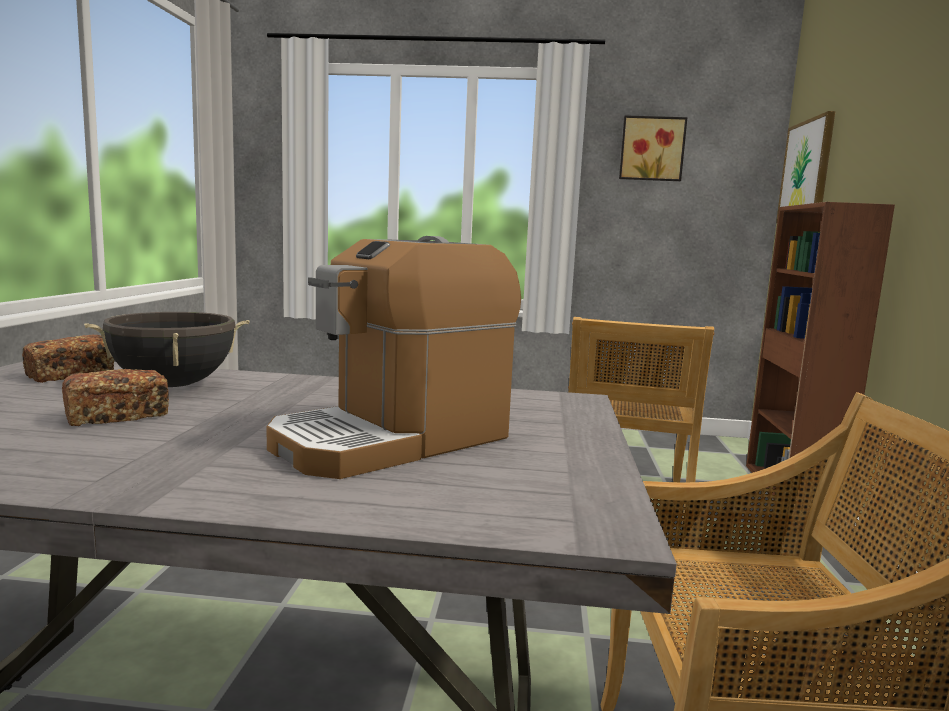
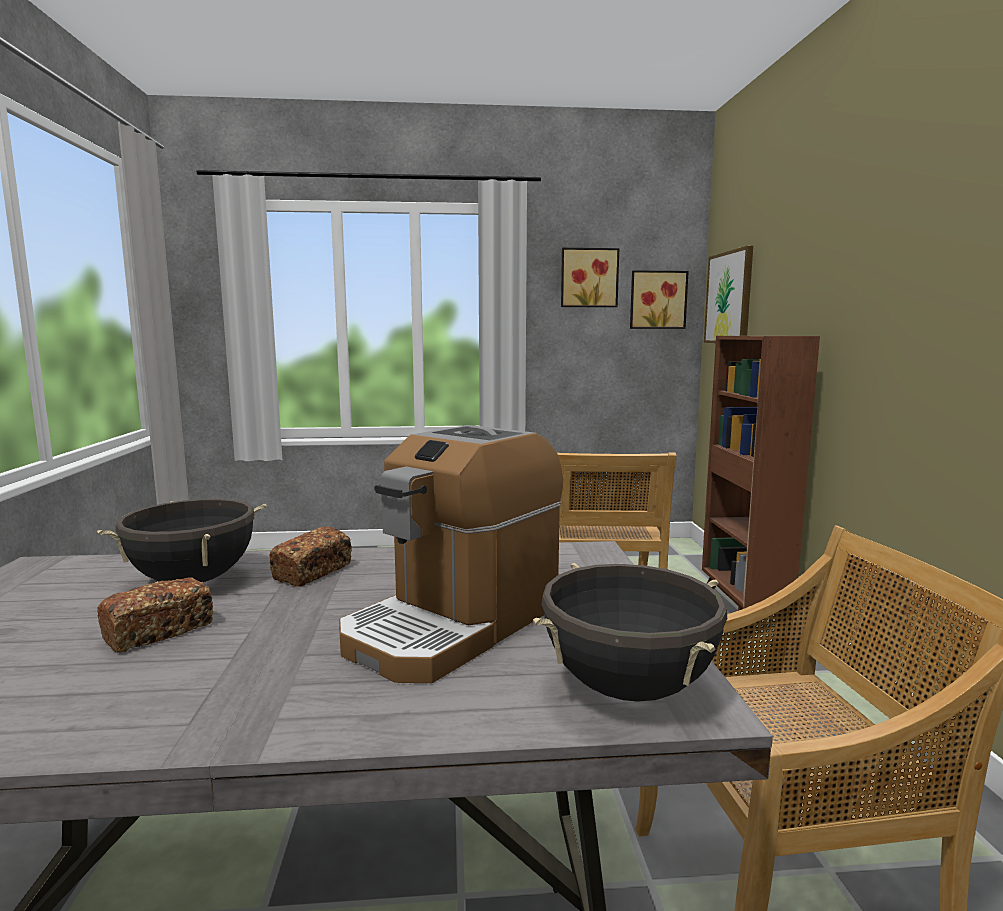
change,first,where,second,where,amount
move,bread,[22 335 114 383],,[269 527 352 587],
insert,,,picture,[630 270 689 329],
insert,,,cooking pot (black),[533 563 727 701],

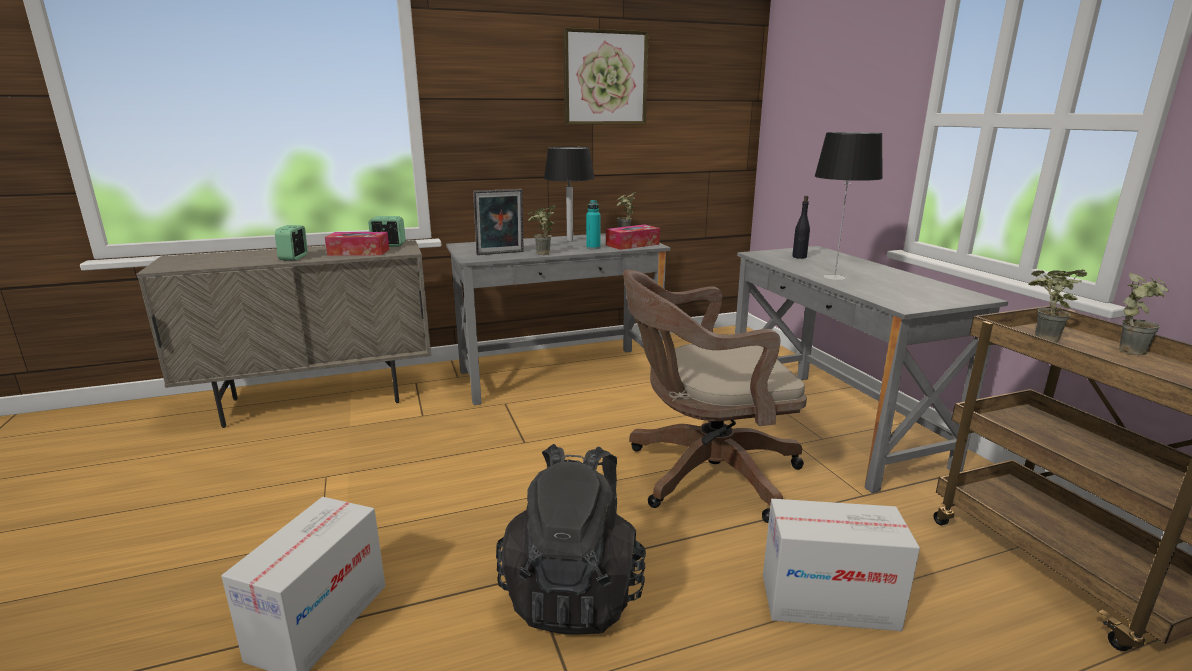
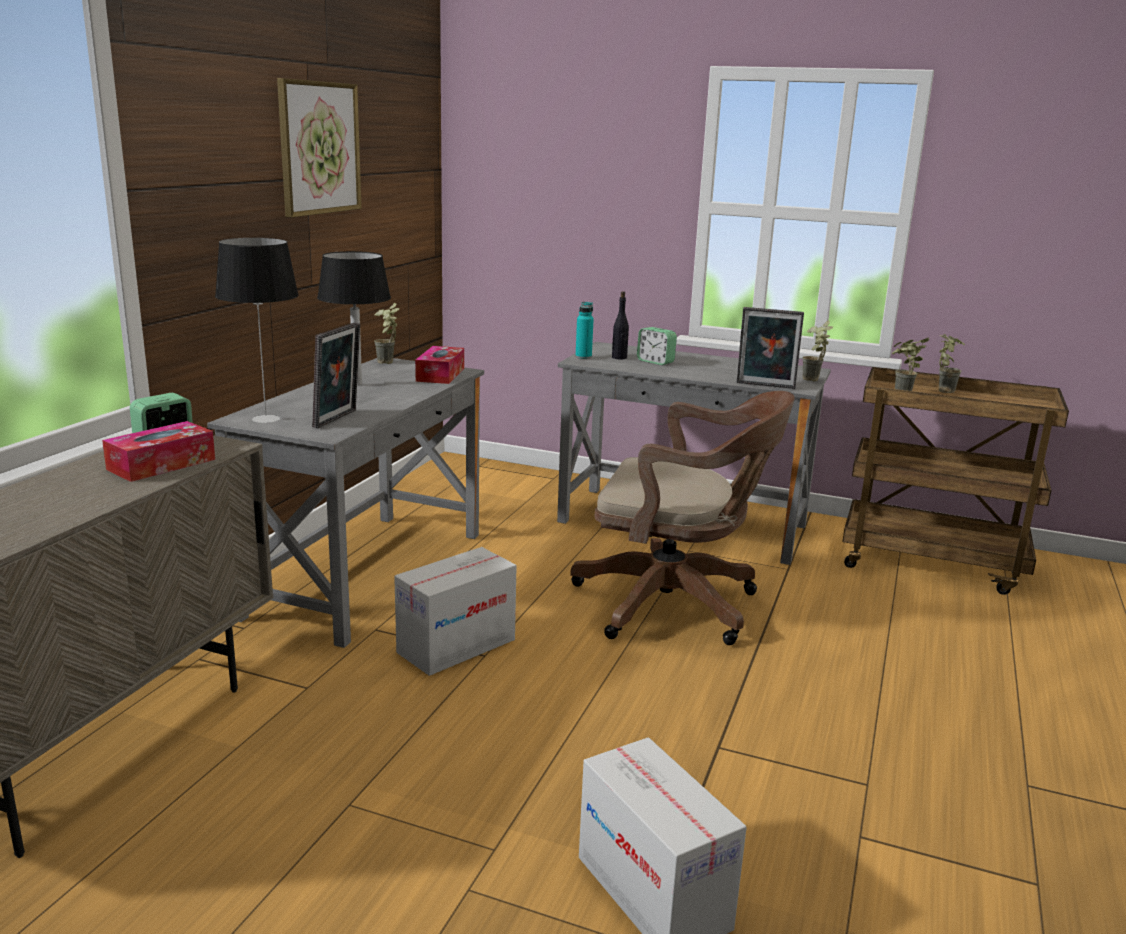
change,first,where,second,where,amount
move,table lamp,[815 132 883 280],,[215 238 299 423],
move,bottle (turquoise),[586 200 600 249],,[575 302 594 359],
move,potted plant,[528 205 556 255],,[802 321 833 381],
move,alarm clock,[275 225 308 261],,[637 327 677 365],
rotate,office chair (brown),[623 270 807 523],,[570 391 795 645],105 degrees counterclockwise
delete,backpack (black),[496 444 646 635],,,
move,cardboard box,[763 499 920 631],,[394 547 517 676],
insert,,,picture frame,[737 307 804 389],

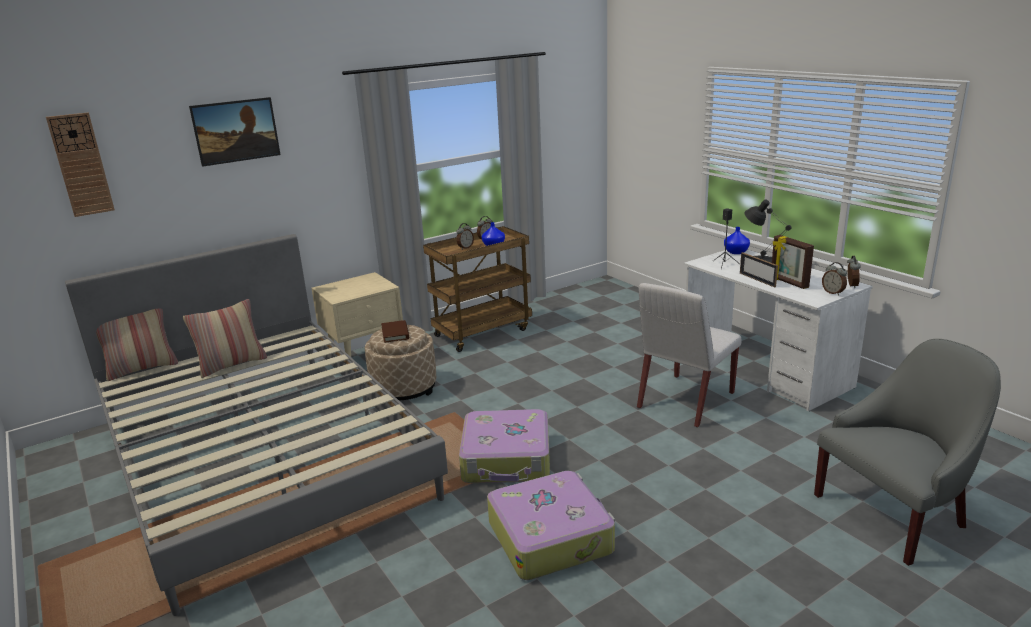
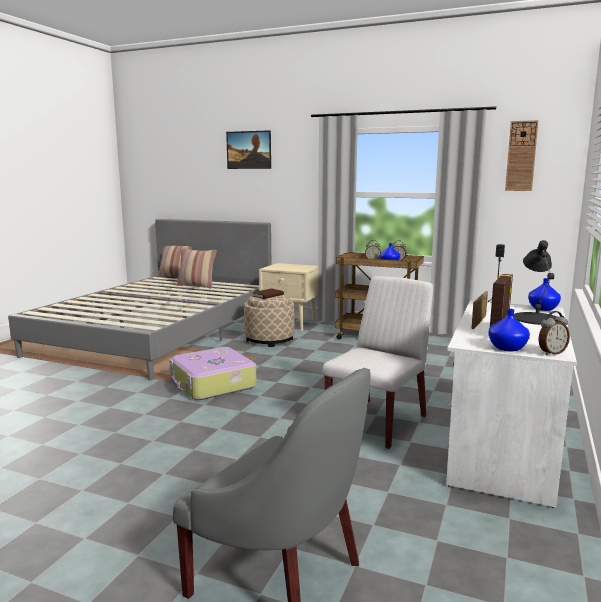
change,first,where,second,where,amount
move,wall clock,[46 112 115 217],,[505 120 539 191],
replace,alarm clock,[822 262 847 296],vase (blue),[489 309 530 351],
rotate,chair (white),[637 283 741 428],,[322 276 433 449],120 degrees clockwise
delete,suitcase,[487 471 615 580],,,

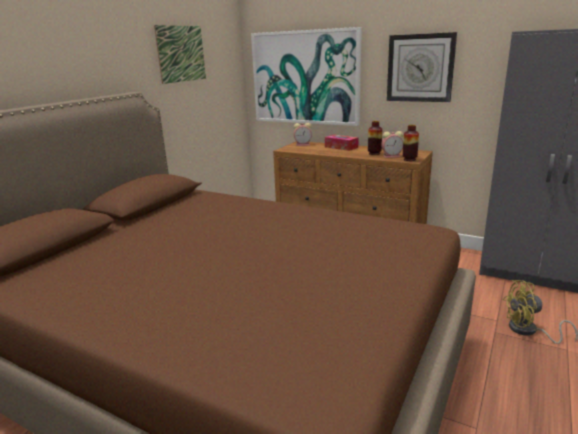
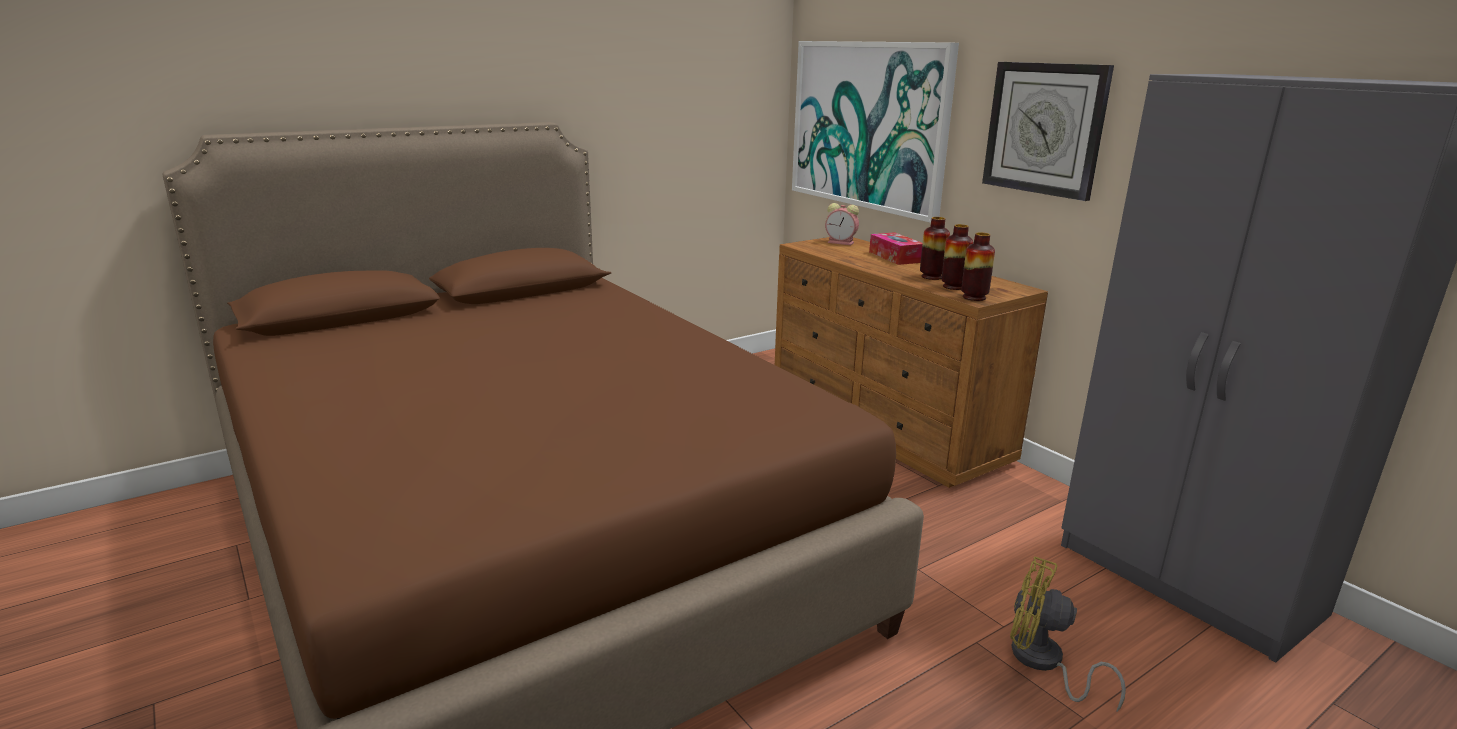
change,first,where,second,where,amount
delete,picture,[154 25 206 84],,,
replace,alarm clock,[381 131 403 158],vase,[942 224 973 290],

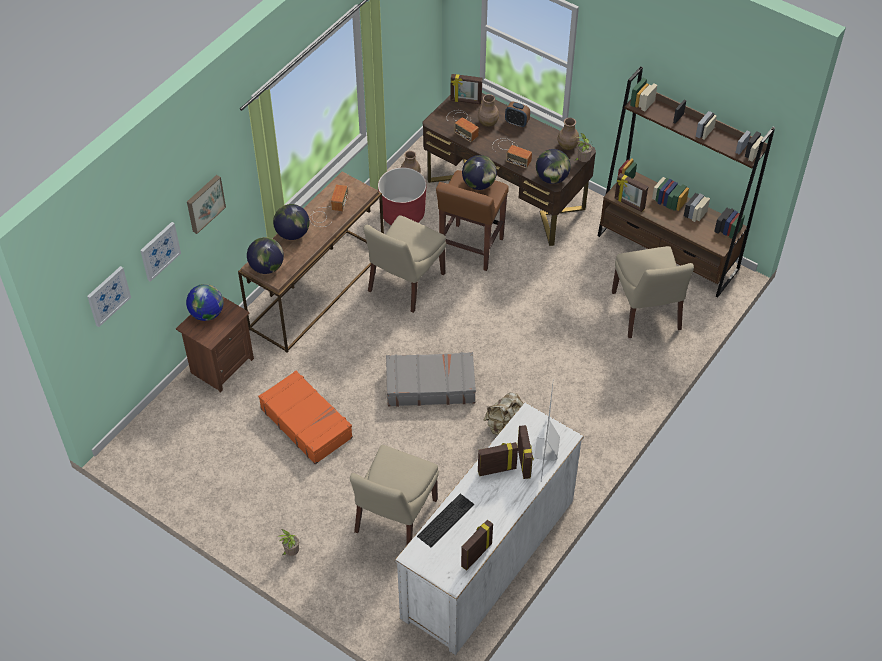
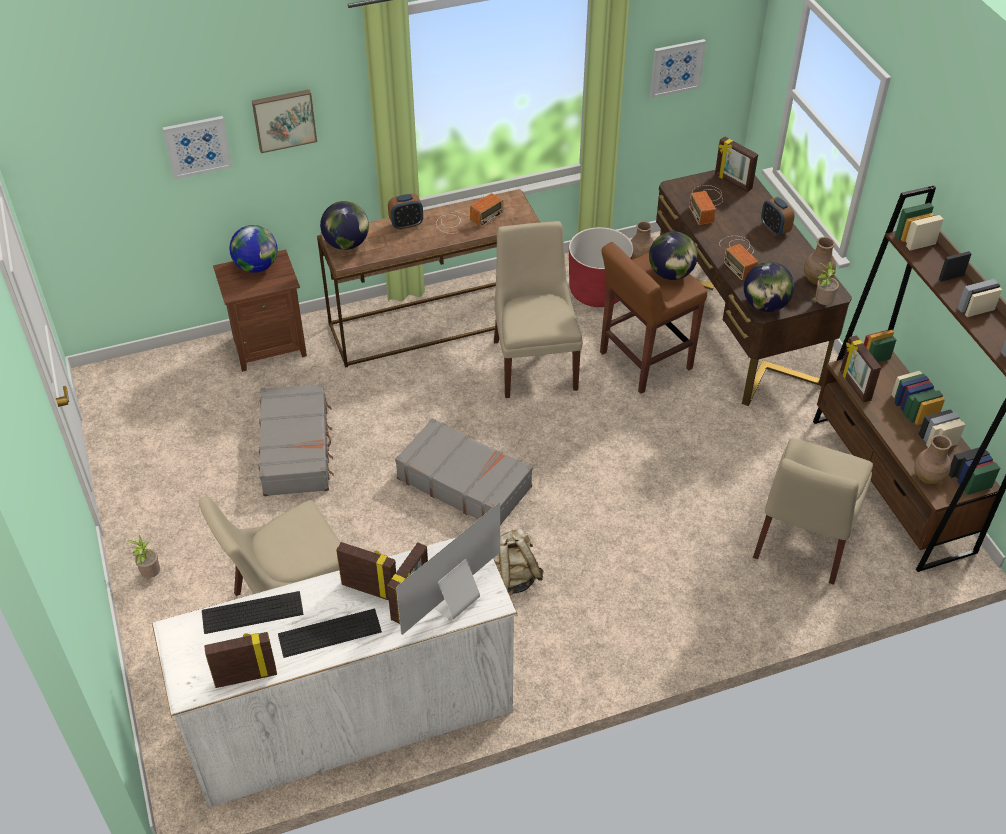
change,first,where,second,where,amount
move,vase (brown),[478 94 499 127],,[914 435 952 485],
replace,globe,[273 204 309 240],alarm clock,[388 194 423 230],
rotate,chair (beige),[363 215 446 313],,[494 221 583 398],105 degrees clockwise
move,picture,[87 266 131 327],,[650 39 706 98],
recolor,suitcase (orange),[258 371 353 464],suitcase (grey),[258 383 334 496],
insert,,,keyboard,[278 609 382 658],

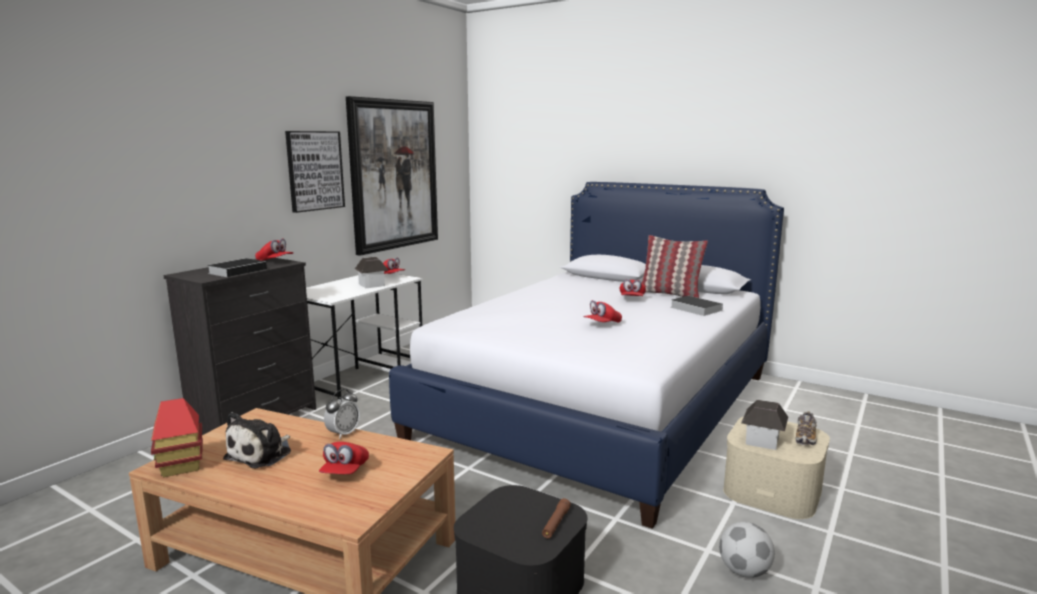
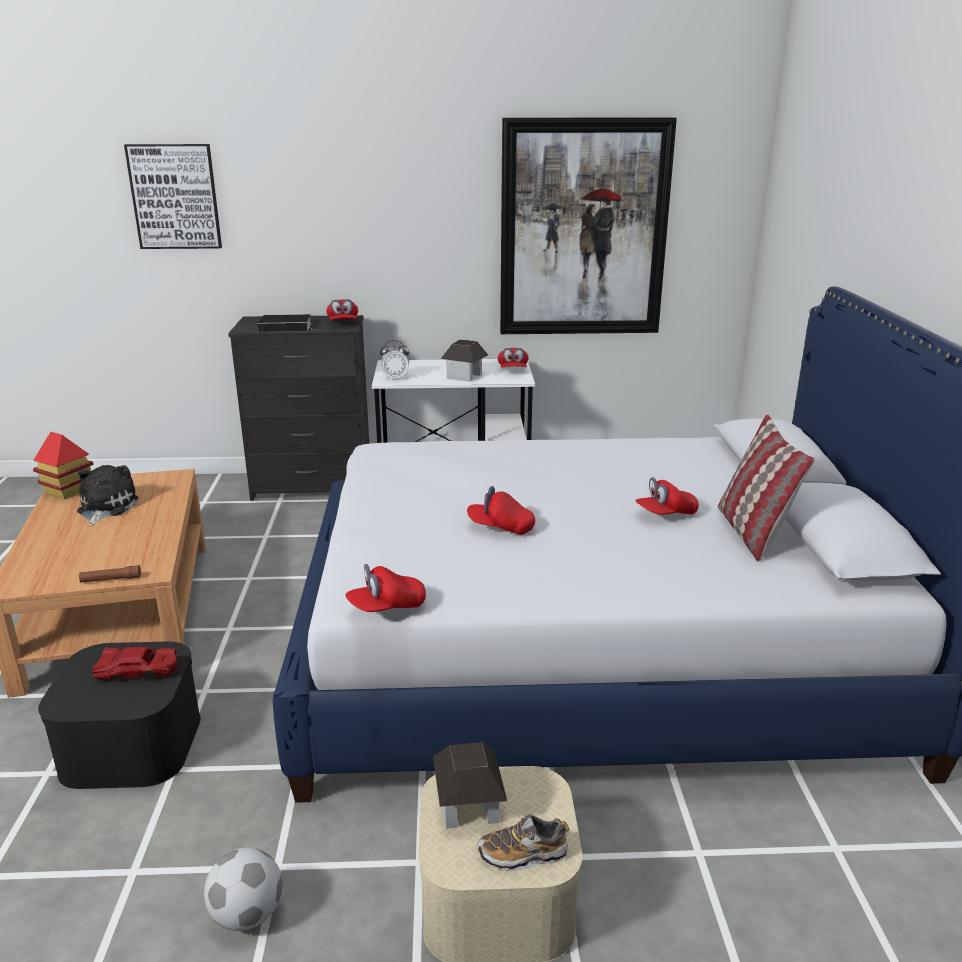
change,first,where,second,where,amount
move,picture,[285 131 345 213],,[124 144 222 249],
delete,book,[671 296 723 316],,,
move,alarm clock,[324 389 360 439],,[380 340 409 380],
rotate,plush toy,[223 412 291 468],,[77 465 139 526],105 degrees clockwise
move,cap (red),[319 442 369 474],,[346 564 426 612],
move,flashlight (brown),[542 498 571 538],,[79 565 141 582],
insert,,,toy car (red),[92 647 177 682],

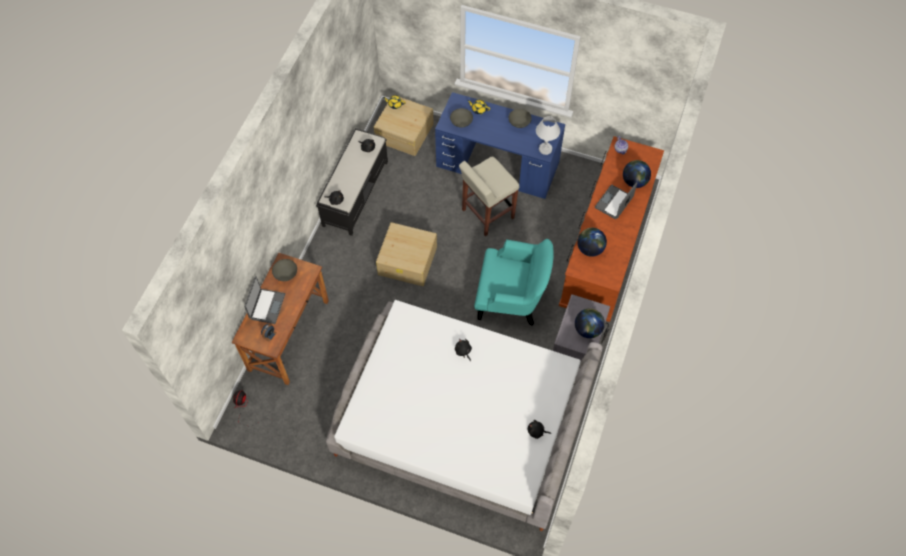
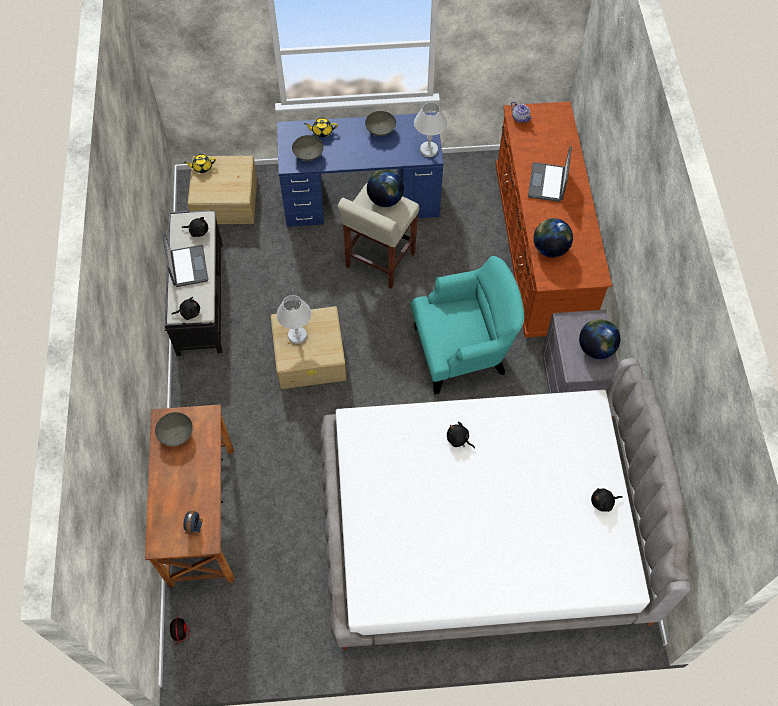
change,first,where,second,where,amount
move,globe,[623 160 651 188],,[367 169 404 207],
move,laptop,[244 276 285 324],,[163 232 208 287],
insert,,,table lamp (white),[277 295 311 344],

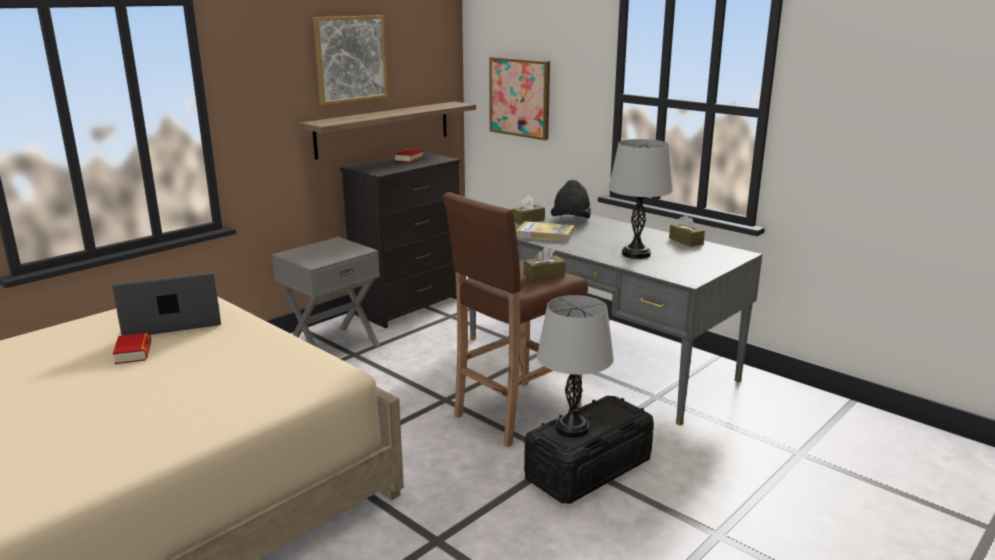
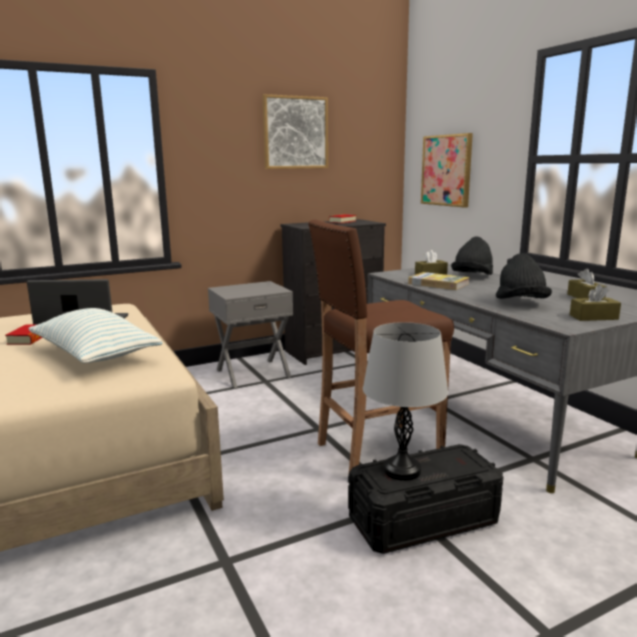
change,first,where,second,where,amount
delete,shelf,[299 102 476 160],,,
replace,table lamp (grey),[609 139 673 259],hat (black),[496 253 552 299],
move,tissue box (brown),[524 246 566 282],,[570 284 621 321],
insert,,,pillow,[28 308 163 363],

